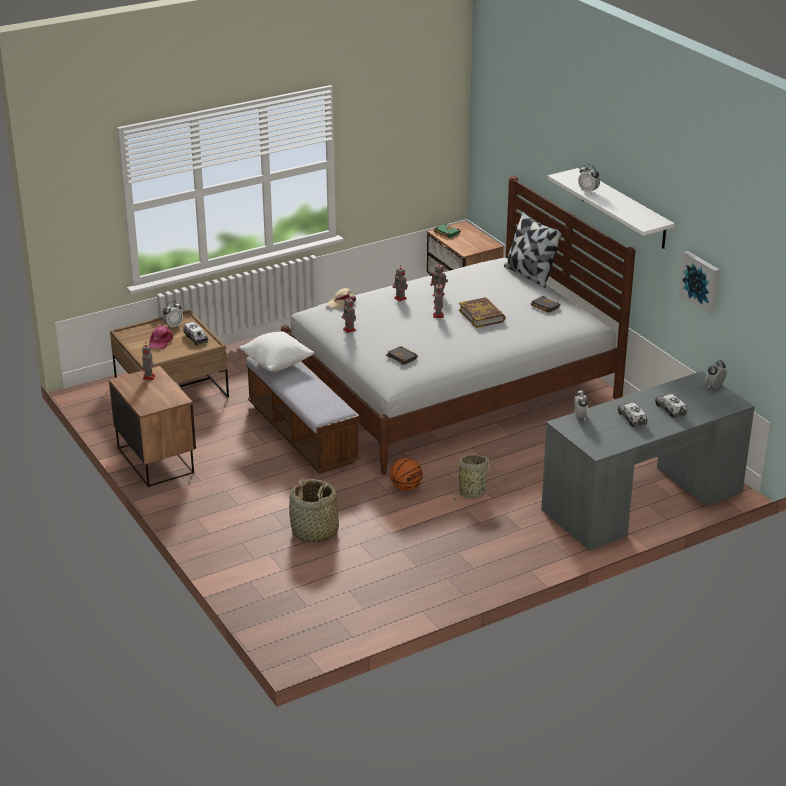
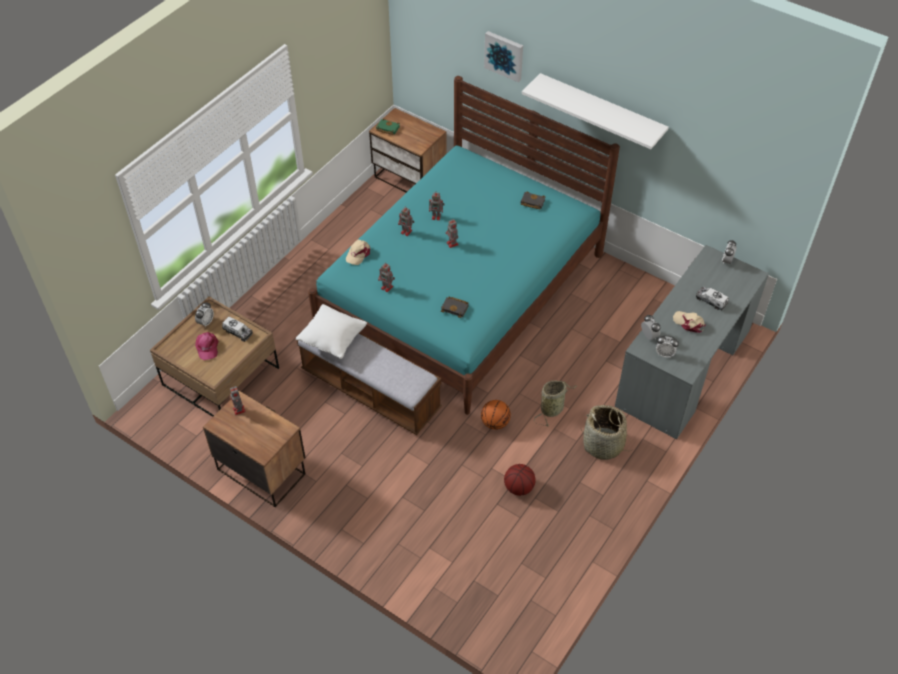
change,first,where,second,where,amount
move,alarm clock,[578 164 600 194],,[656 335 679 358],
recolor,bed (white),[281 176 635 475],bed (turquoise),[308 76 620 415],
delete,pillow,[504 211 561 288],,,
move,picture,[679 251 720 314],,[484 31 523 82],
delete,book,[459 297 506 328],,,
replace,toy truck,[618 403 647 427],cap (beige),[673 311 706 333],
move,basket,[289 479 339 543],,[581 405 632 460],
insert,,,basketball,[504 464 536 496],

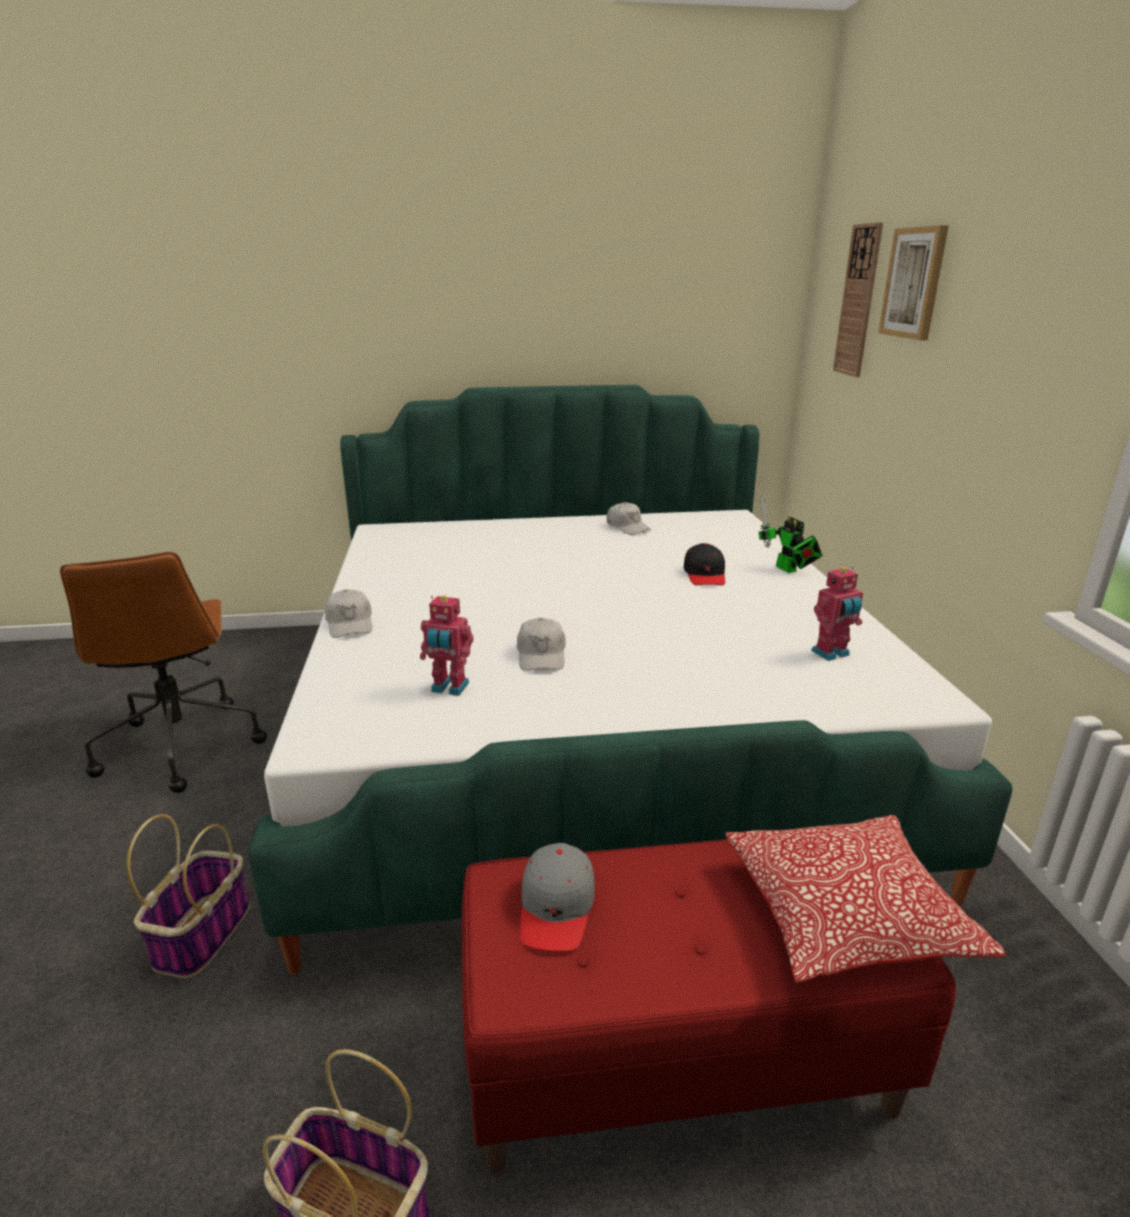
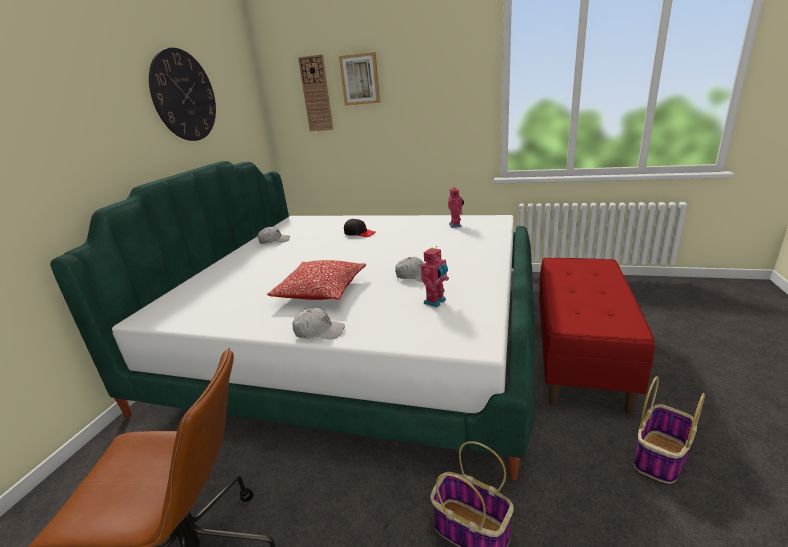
change,first,where,second,where,amount
delete,toy robot,[759 496 822 573],,,
move,pillow,[725 815 1006 983],,[267 260 366 300],
delete,cap (grey),[520 843 595 952],,,
insert,,,wall clock,[149 48 216 141],

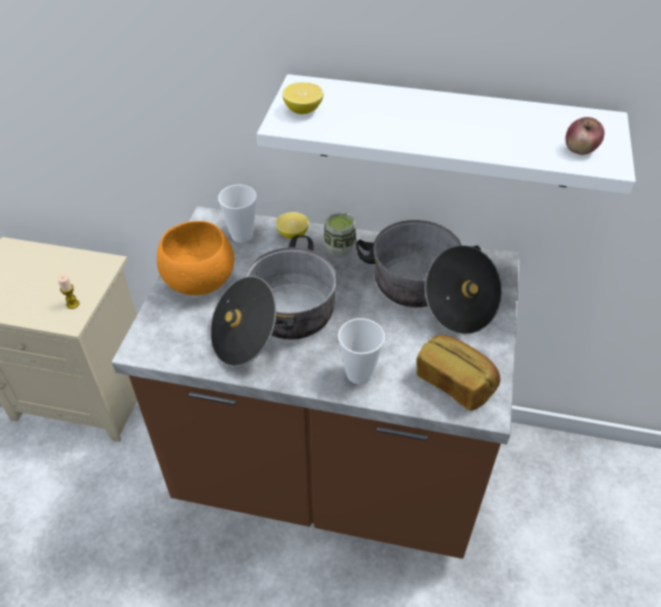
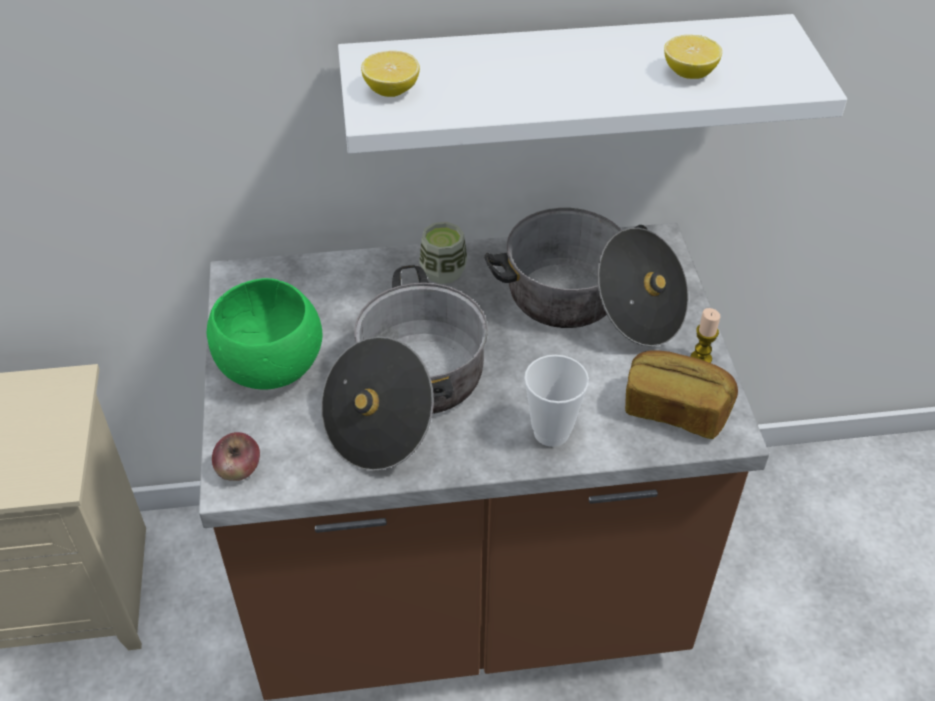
change,first,where,second,where,amount
move,apple,[566 117 604 155],,[212 432 260 481],
delete,cup,[218 185 257 243],,,
move,lemon,[276 212 309 239],,[664 35 722 79],
recolor,bowl (orange),[157 221 234 295],bowl (green),[206 278 322 389],
move,candle,[57 274 79 309],,[691 308 720 363],

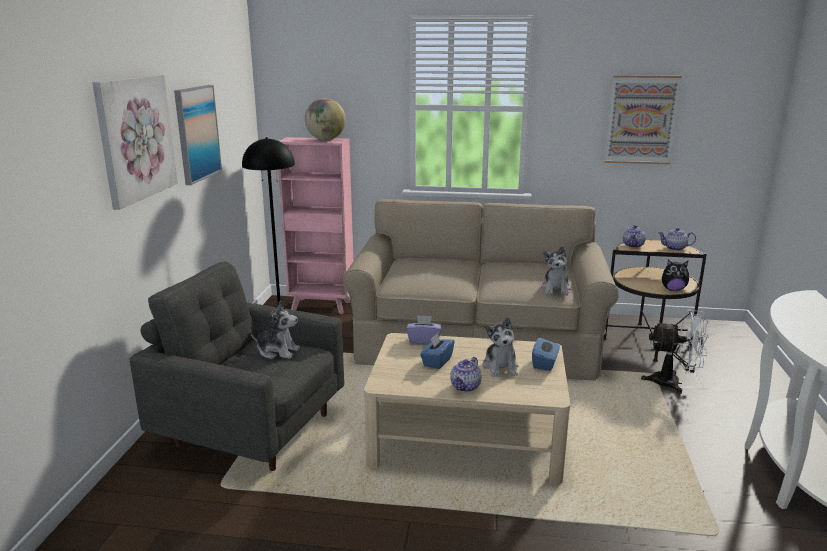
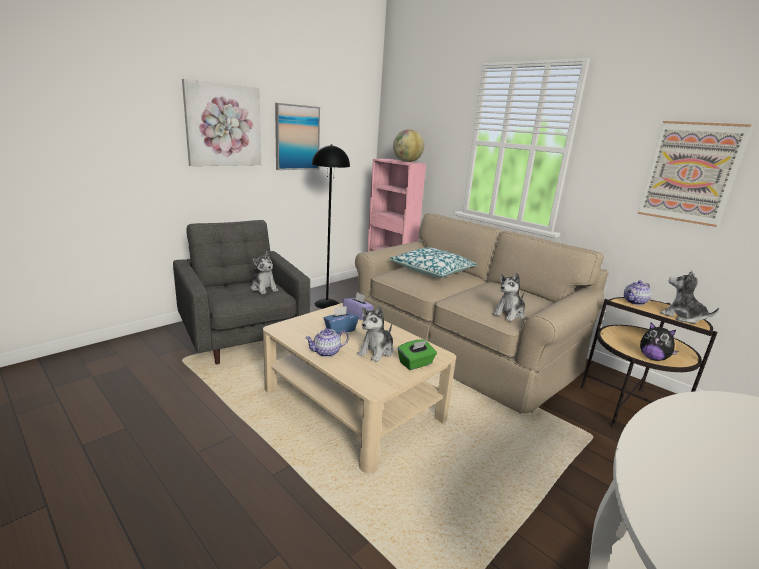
change,first,where,second,where,amount
replace,teapot,[658 228 696 251],plush toy,[661 270 719 323],
delete,fan (white),[641 310 709 394],,,
recolor,tissue box (blue),[532 336 560 371],tissue box (green),[398 339 437 370],
insert,,,pillow,[389 247 478 278],

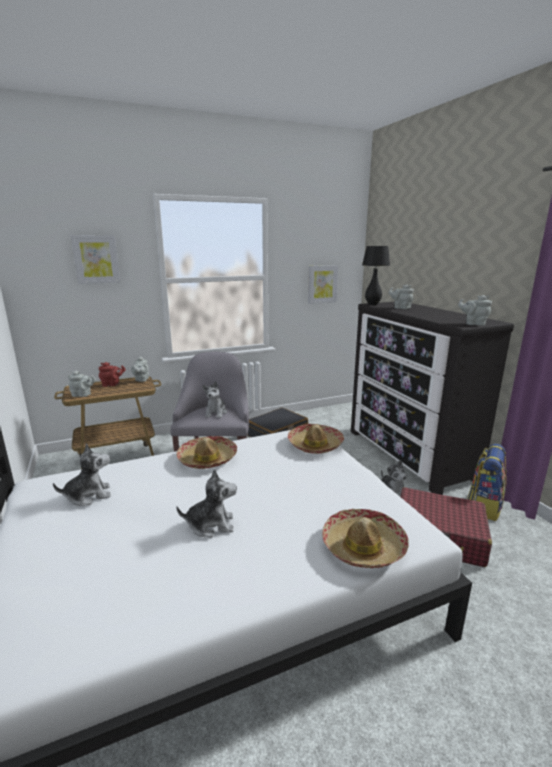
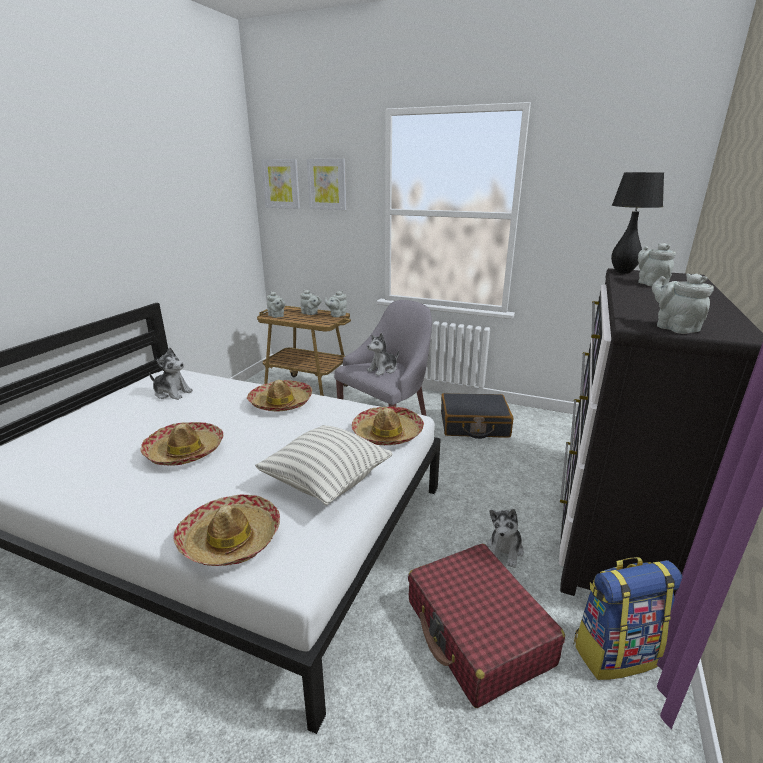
change,first,where,second,where,amount
move,picture,[308 265 338 304],,[261 159 300 209],
recolor,teapot (red),[99 362 126 387],teapot (grey),[300 290 322 315],
replace,plush toy,[176 469 237 538],hat,[141 422 224 465],
insert,,,pillow,[255 425 392 505],

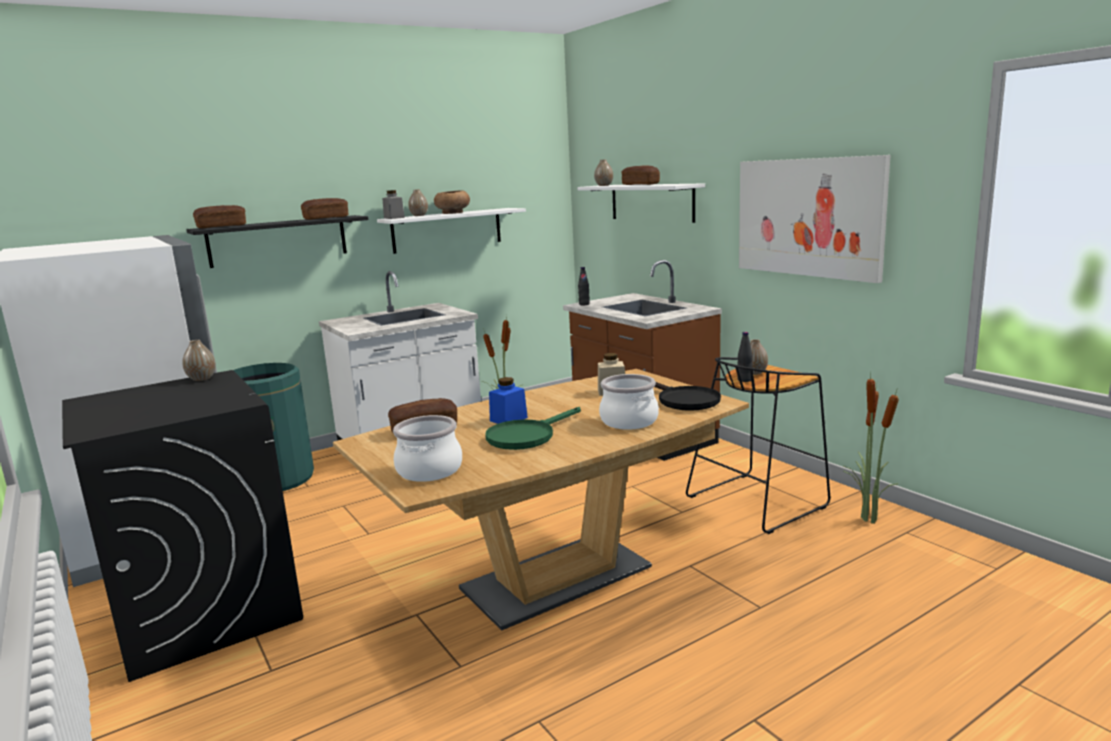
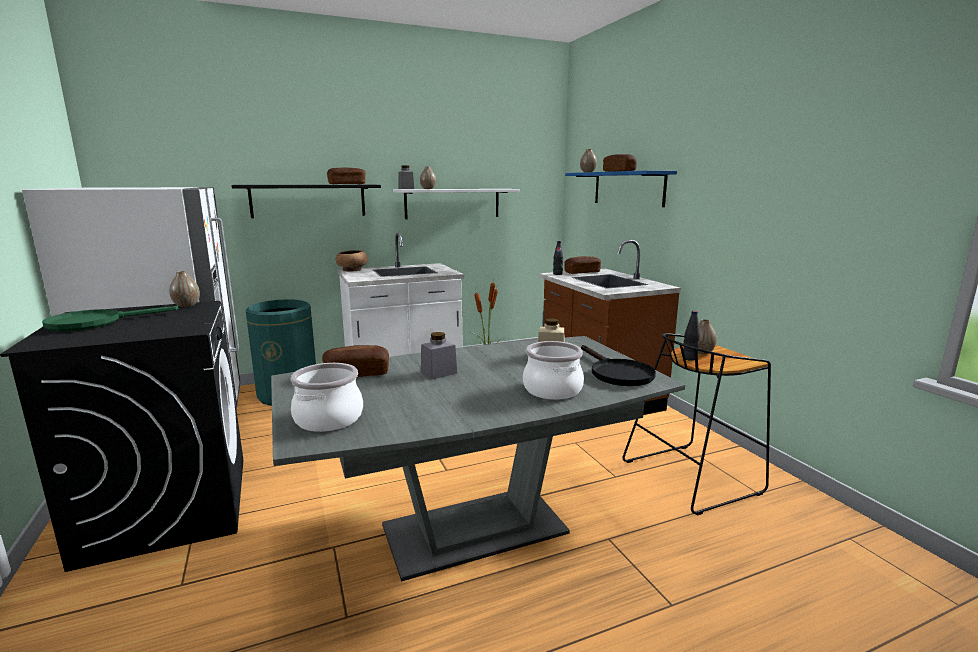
change,first,where,second,where,amount
delete,picture,[739 155 891 283],,,
recolor,shelf (white),[577 183 705 223],shelf (blue),[565 170 677 207],
move,bowl (brown),[434 190 470 214],,[336 250 368 271],
move,bread,[193 205 246 228],,[564 256 601 274],
recolor,dining table (brown),[333 369 749 631],dining table (grey),[271 336 685 582],
delete,potted plant,[844 372 899 524],,,
recolor,jar (blue),[489 377 528 424],jar (grey),[421 332 457 379],
move,frying pan (green),[485 407 581 450],,[42 306 178 331],

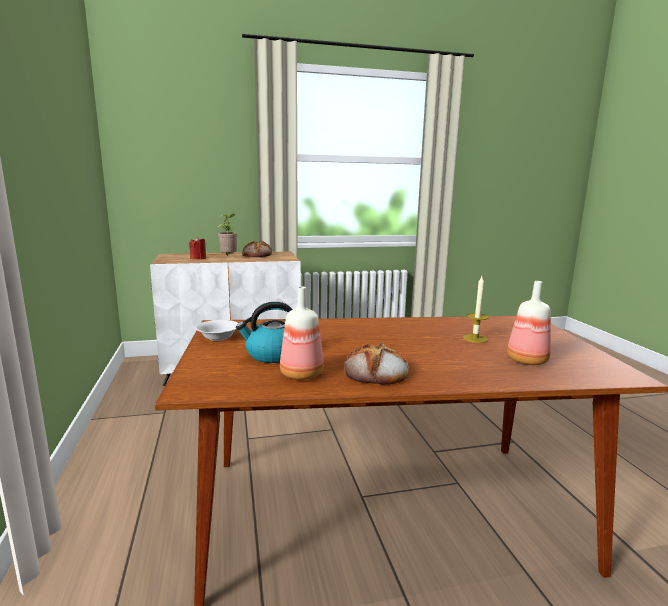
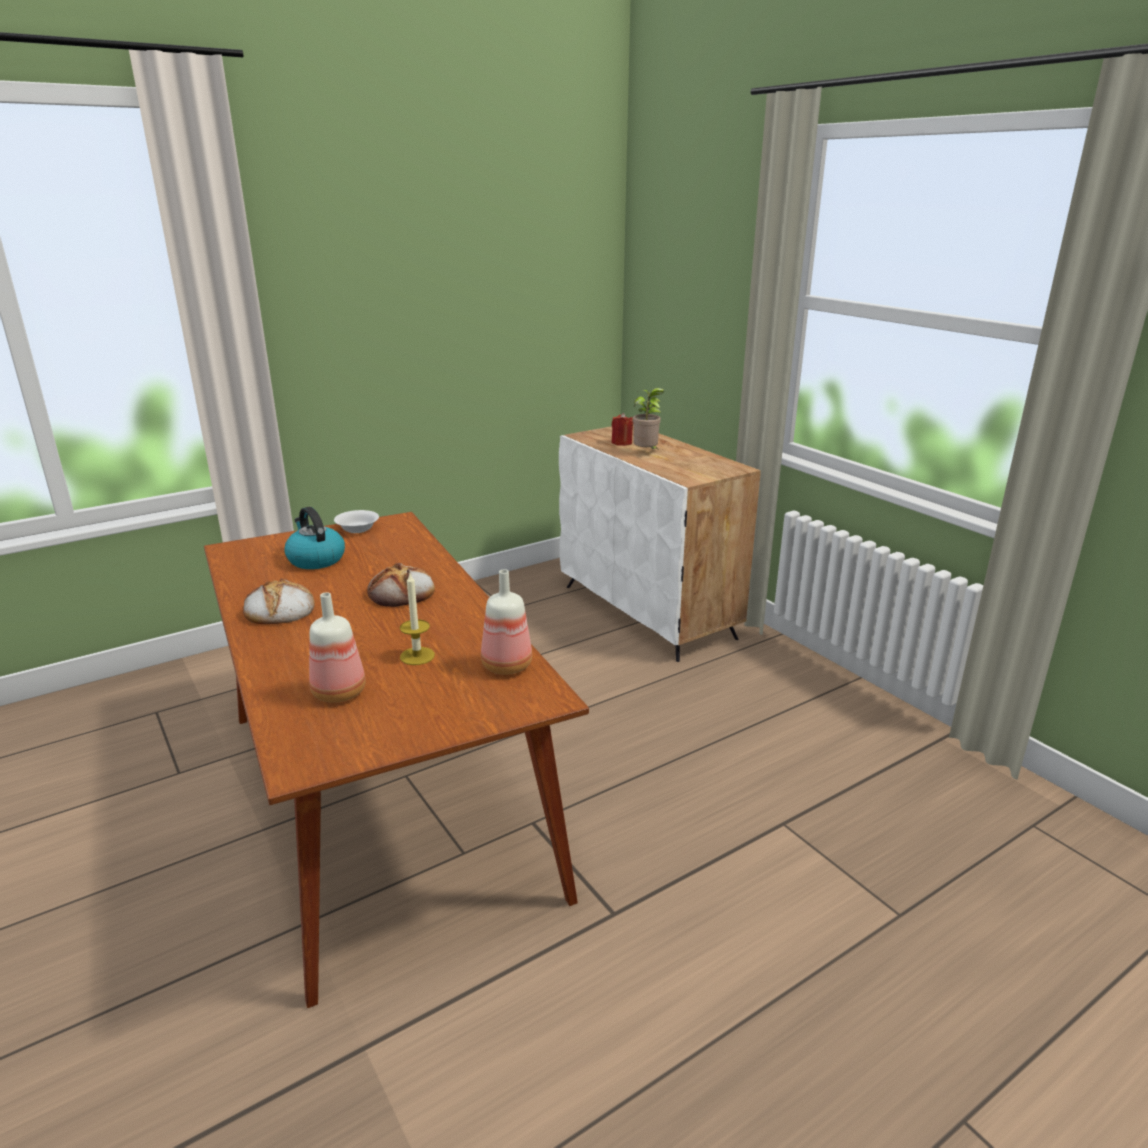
change,first,where,second,where,amount
move,bread,[242 241 272 257],,[367 563 435 607],
move,bottle,[280 287 324 380],,[481 569 532 675],

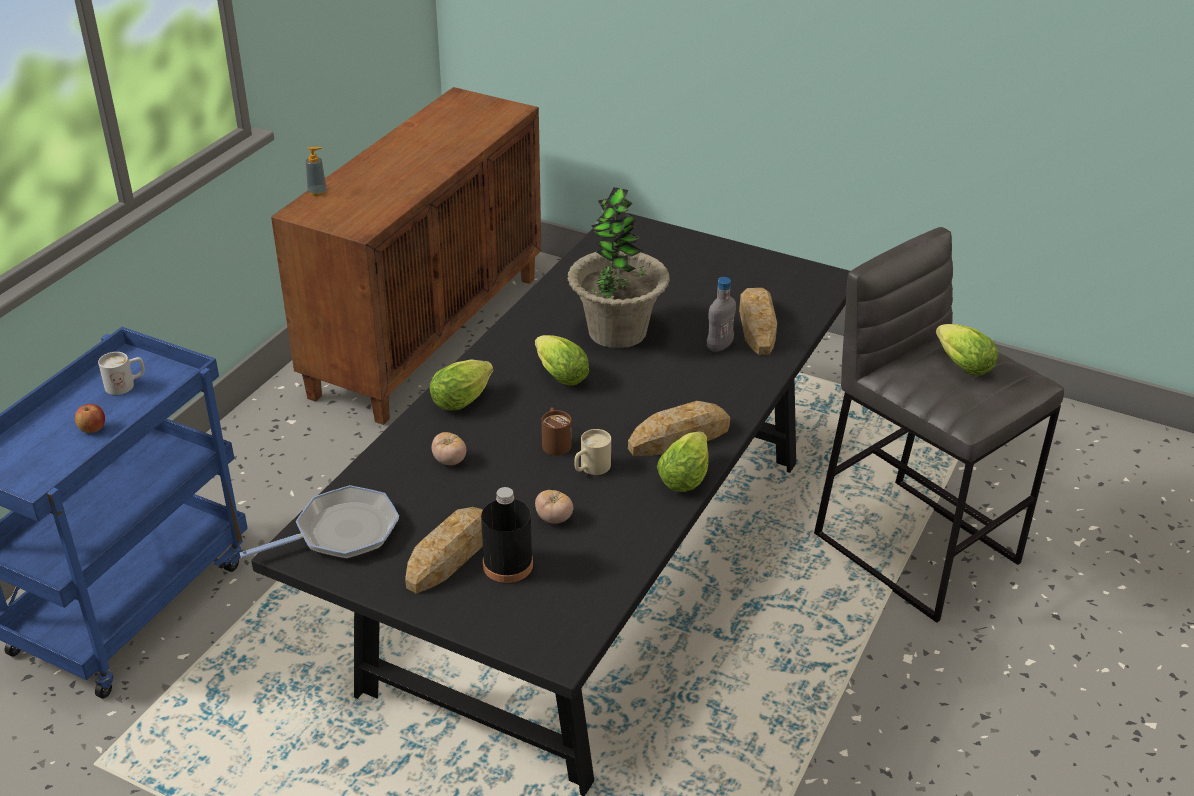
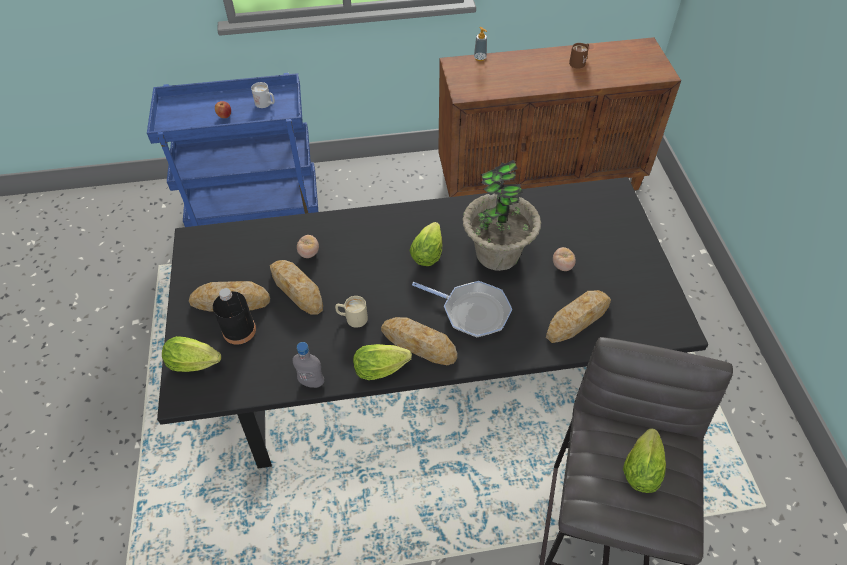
change,first,where,second,where,amount
move,bottle (grey),[707 277 736 352],,[292 342 324 388],
move,lettuce,[430 360 493 410],,[162 336 221 372],
move,mug (brown),[542 407 572 456],,[569 43 589 69],
move,frying pan,[240 485 399 559],,[412 281 512 337],
move,tomato,[535 490 573 524],,[553 247 576 271],
insert,,,bread,[270 260 323 315],

